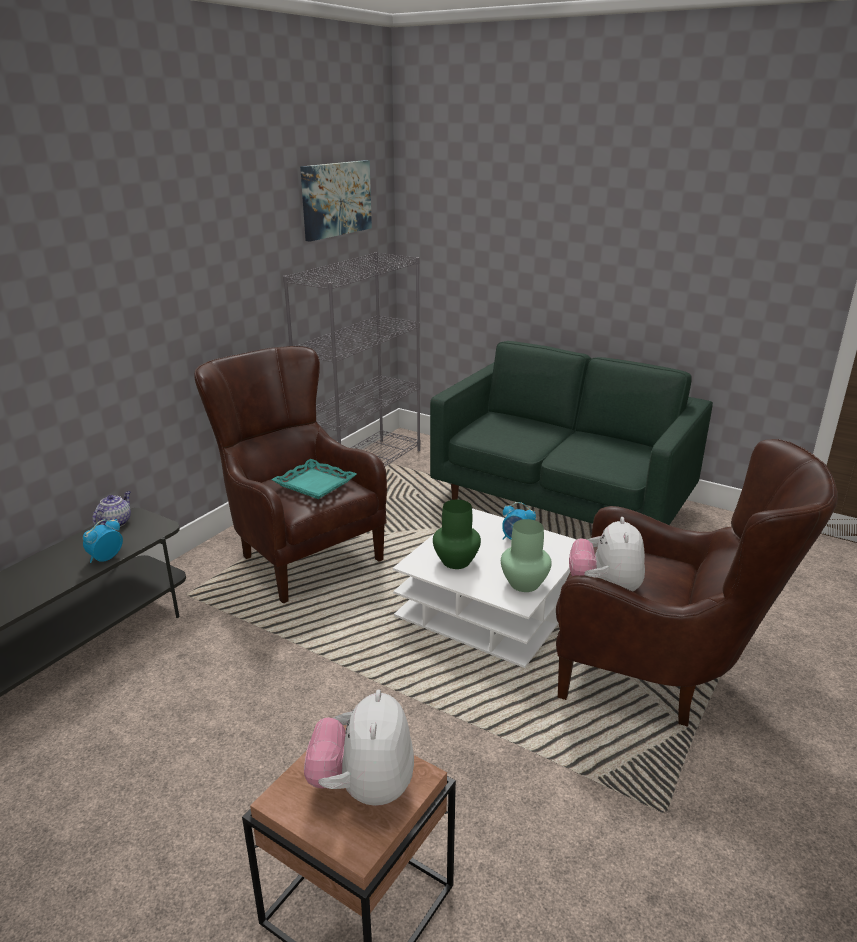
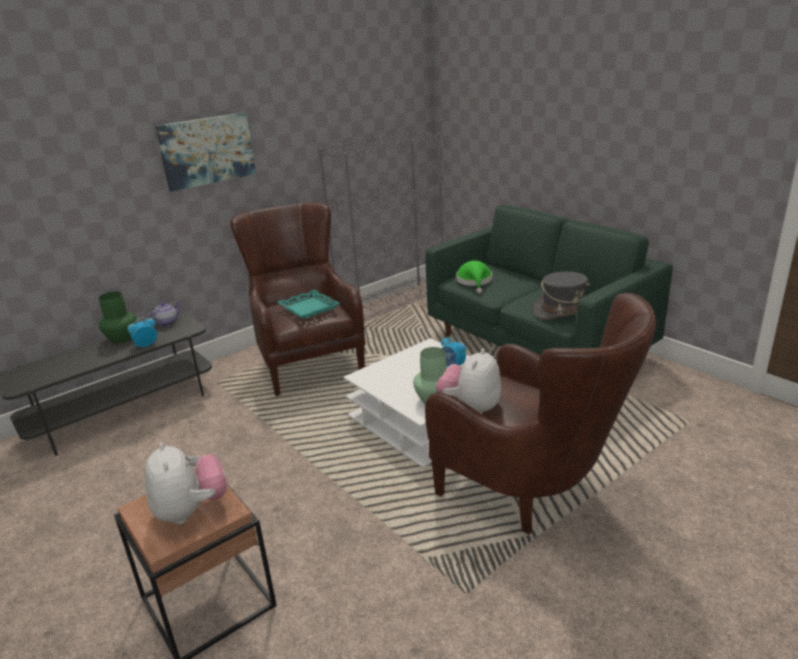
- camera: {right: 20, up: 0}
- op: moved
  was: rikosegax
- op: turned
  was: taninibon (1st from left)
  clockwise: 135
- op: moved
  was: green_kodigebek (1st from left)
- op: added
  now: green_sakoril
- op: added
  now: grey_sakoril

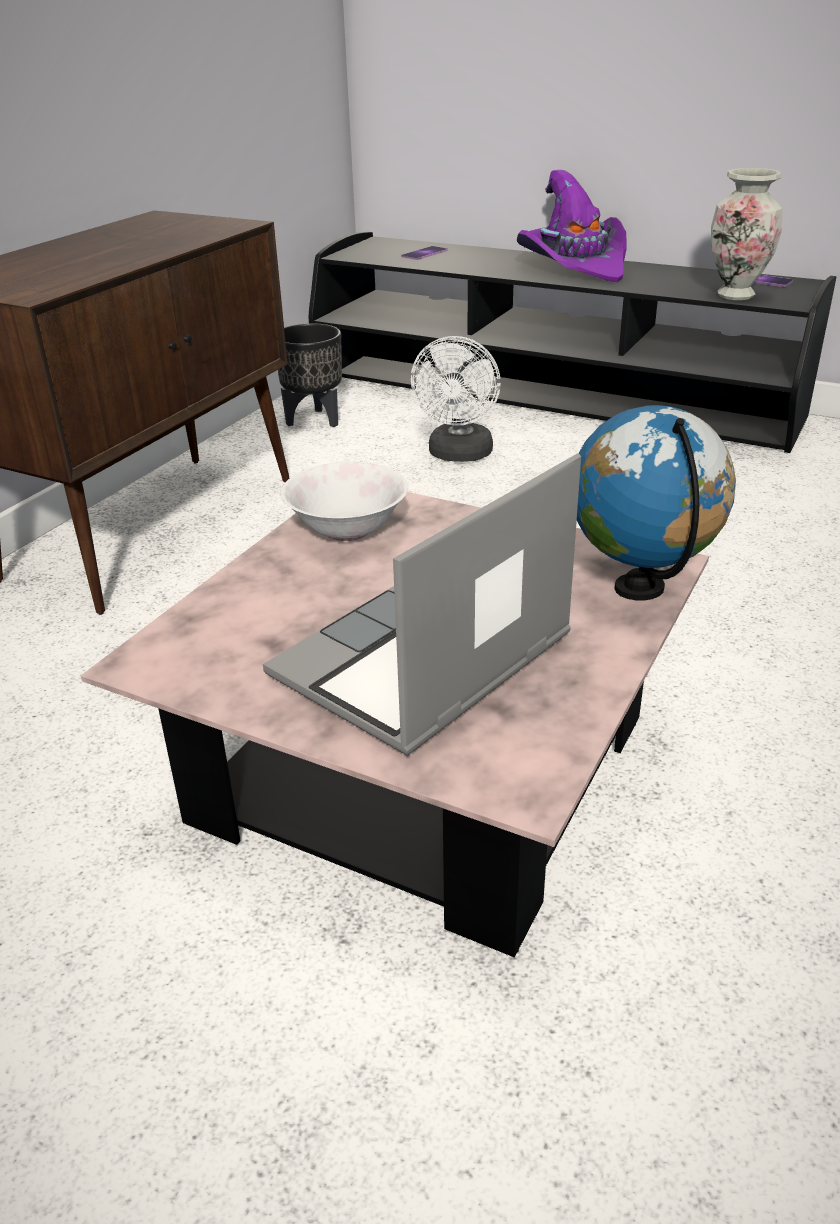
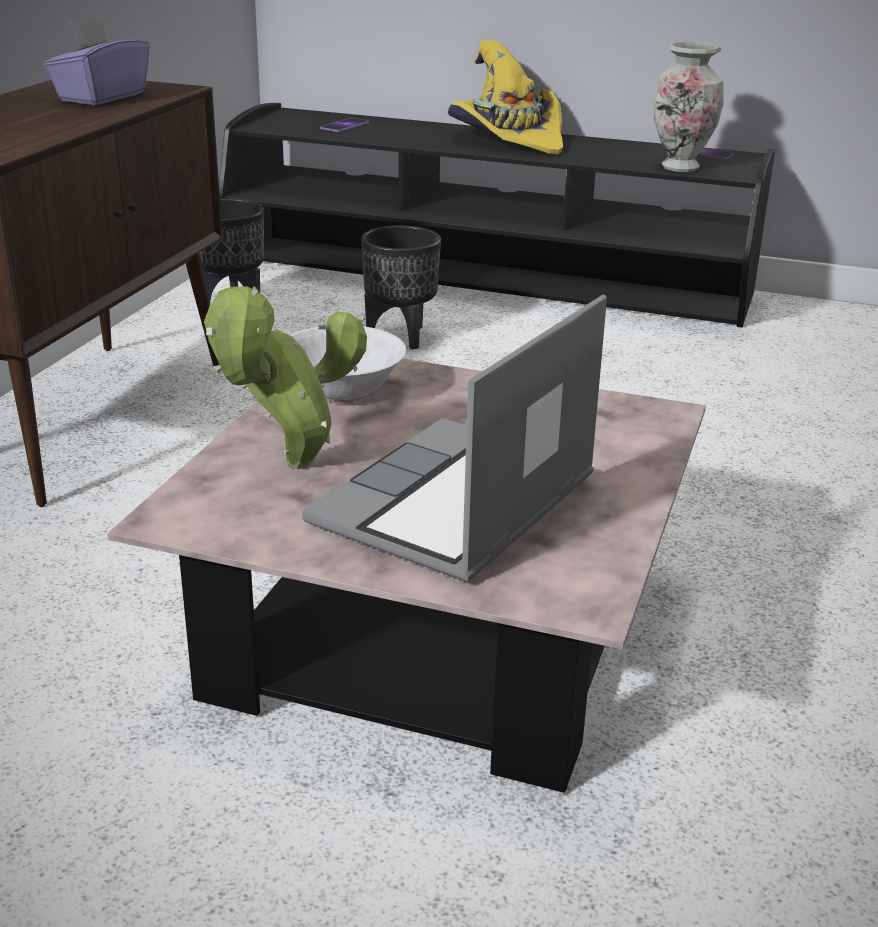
- camera: {right: -10, up: -5}
- op: replaced
  was: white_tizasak
  now: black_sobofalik (2nd from left)
- op: recoloured
  was: purple_sakoril
  now: yellow_sakoril
- op: removed
  was: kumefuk
- op: added
  now: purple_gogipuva
- op: added
  now: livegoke

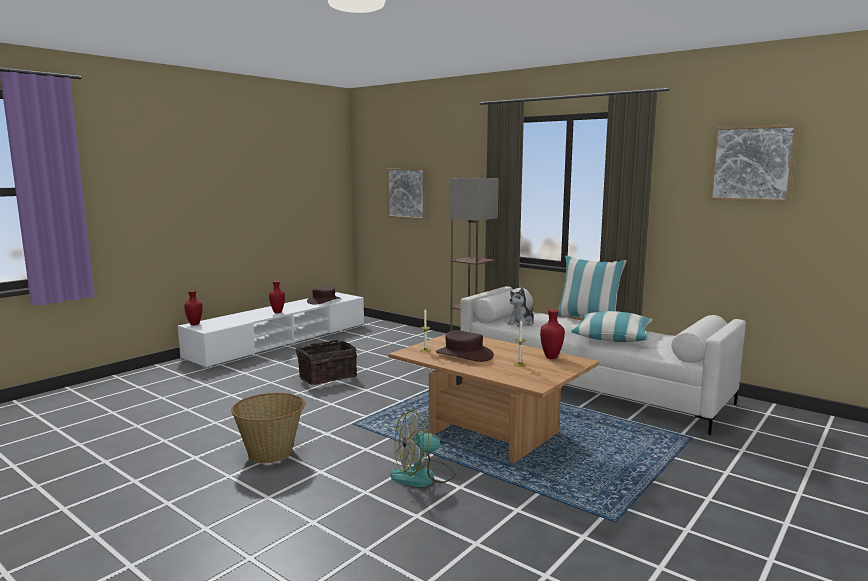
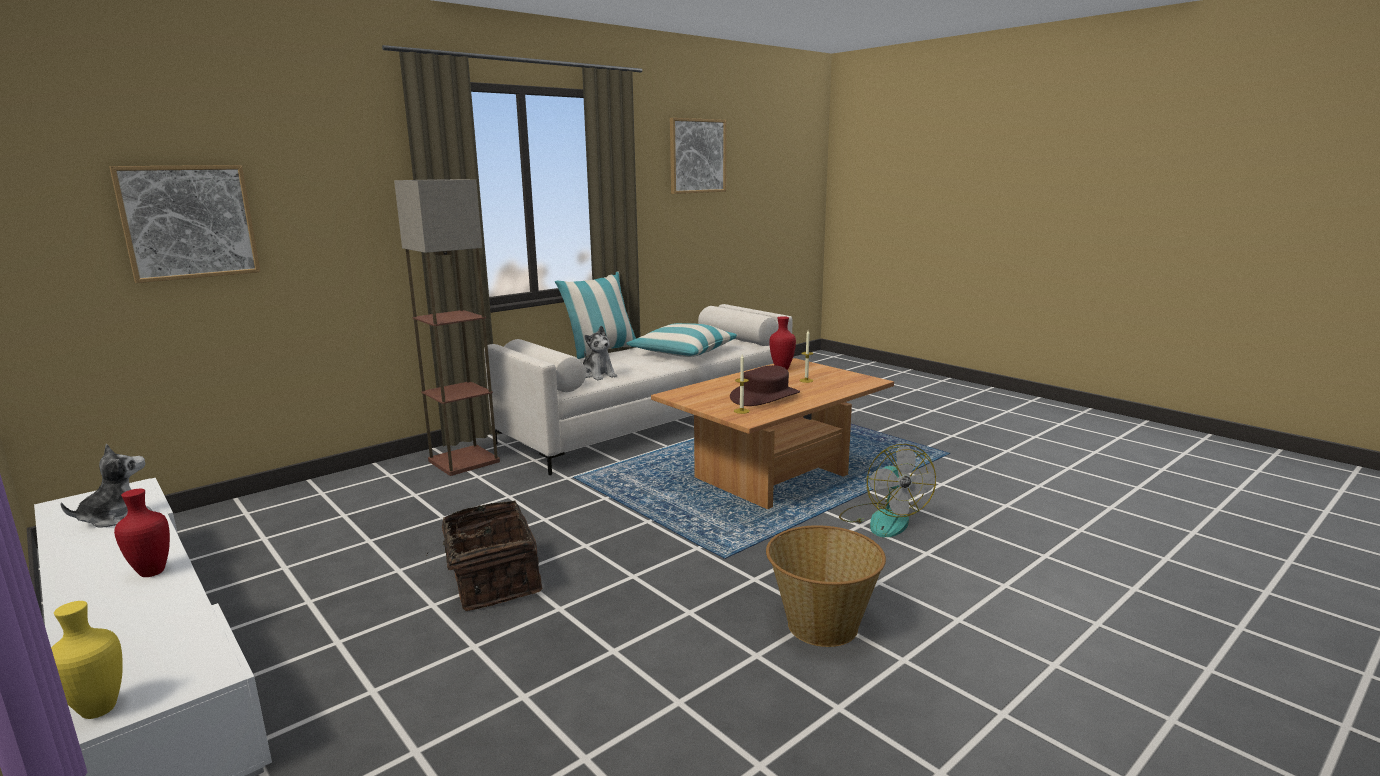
- camera: {right: -80, up: 5}
- op: recoloured
  was: red_kodigebek (1st from left)
  now: yellow_kodigebek
- op: replaced
  was: brown_sakoril (1st from left)
  now: taninibon (1st from left)

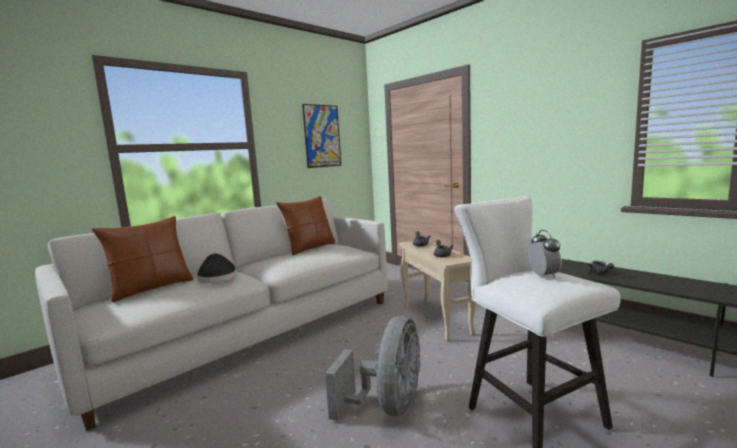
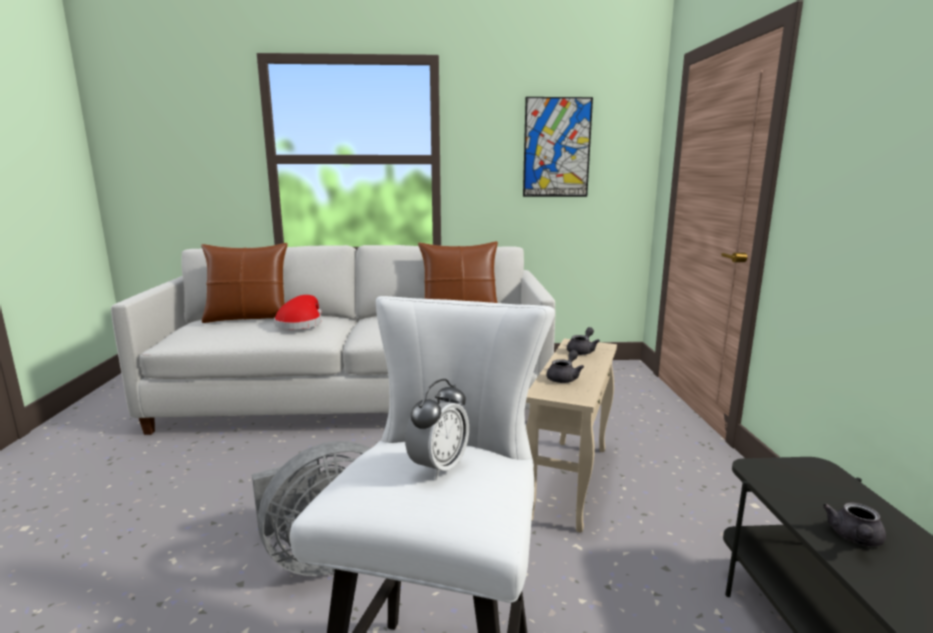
- camera: {right: 40, up: 5}
- op: recoloured
  was: black_sakoril
  now: red_sakoril

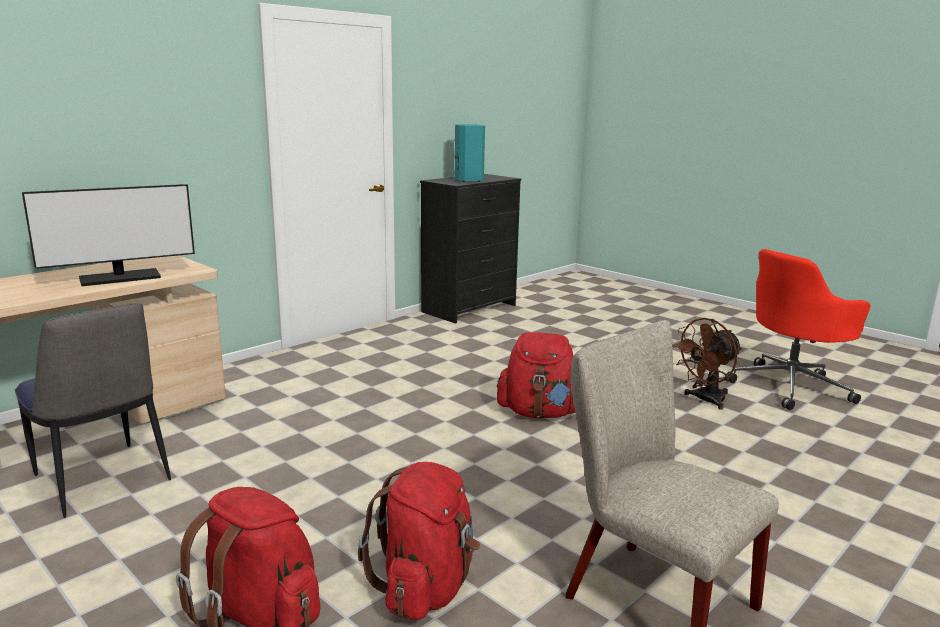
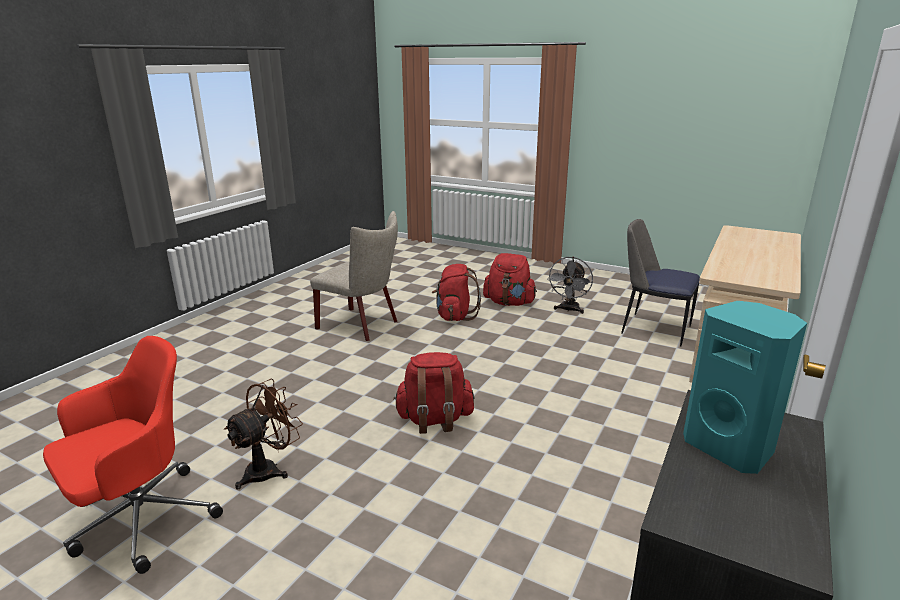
- camera: {right: 165, up: 5}
- op: removed
  was: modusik
- op: added
  now: grey_tizasak

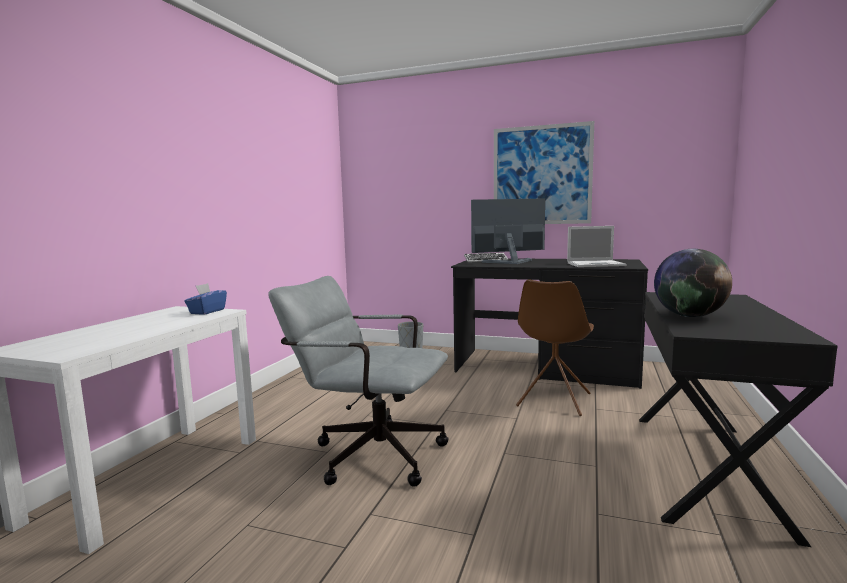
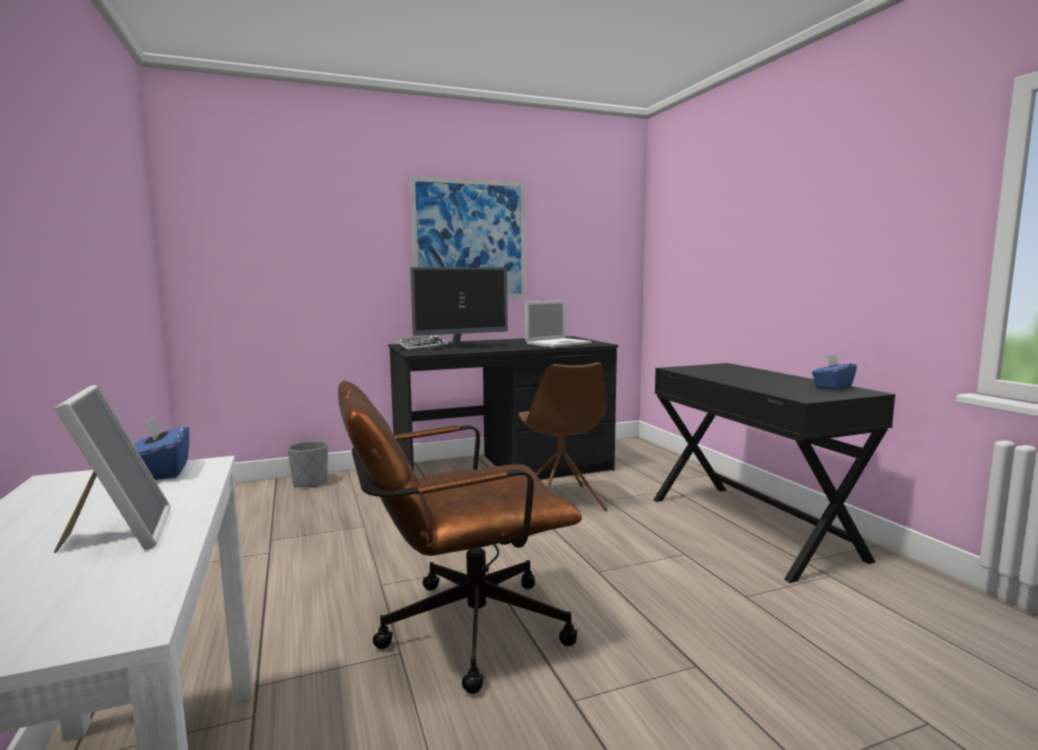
- camera: {right: -40, up: 0}
- op: recoloured
  was: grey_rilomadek
  now: brown_rilomadek
- op: turned
  was: modusik
  clockwise: -150
- op: removed
  was: kumefuk
- op: added
  now: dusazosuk
- op: added
  now: blue_gogipuva (2nd from left)

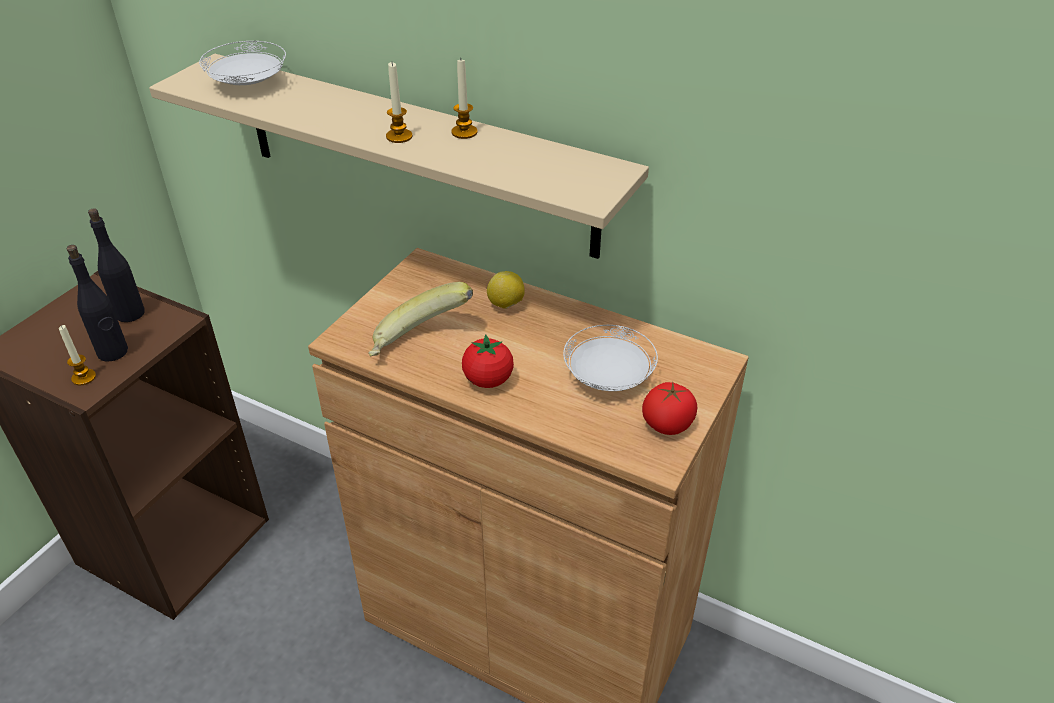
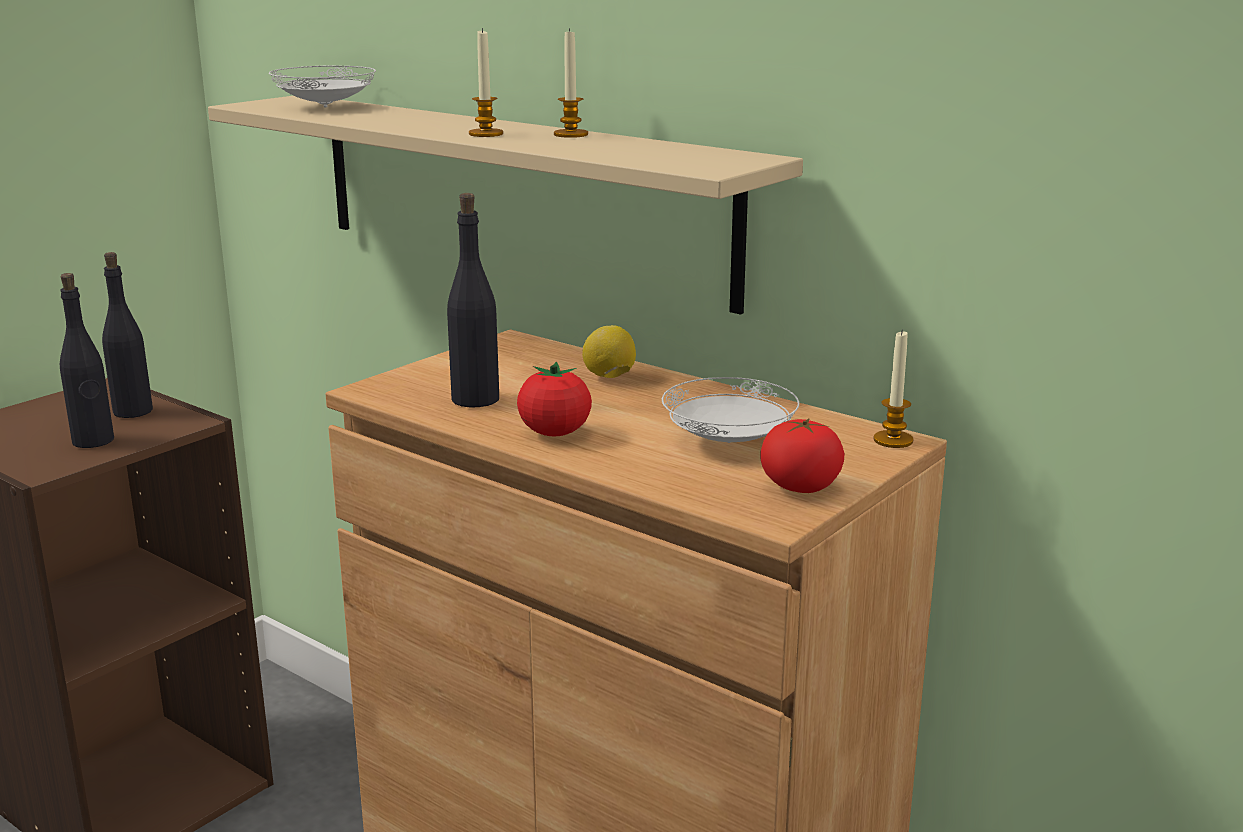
- camera: {right: 10, up: -20}
- op: moved
  was: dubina (1st from left in the first image)
  now: dubina (3rd from left)
- op: replaced
  was: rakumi
  now: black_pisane (3rd from left)

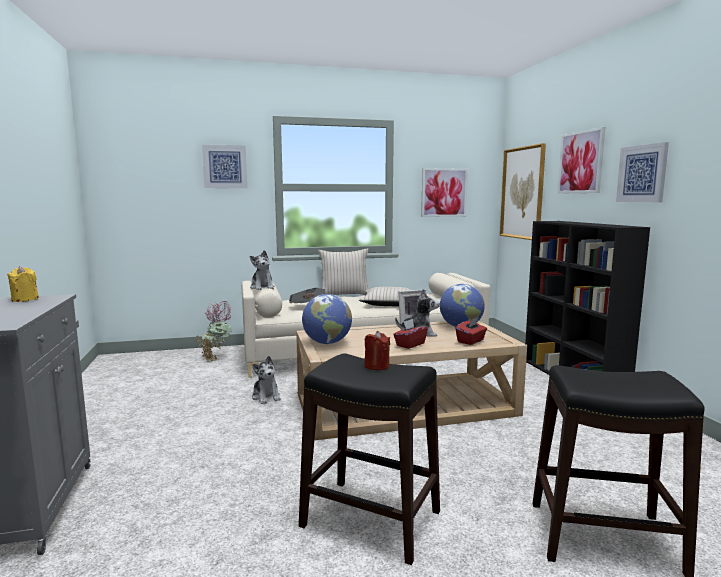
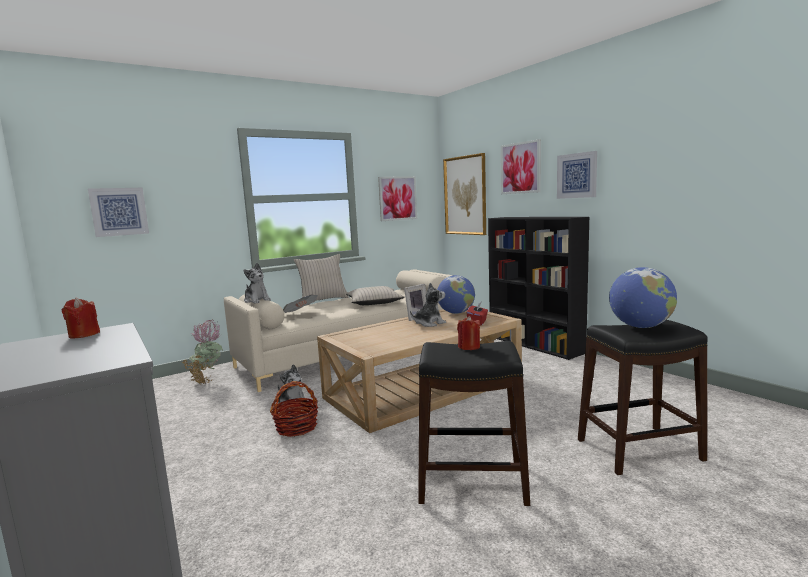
- camera: {right: -20, up: 0}
- op: recoloured
  was: yellow_dubina
  now: red_dubina (1st from left)
- op: moved
  was: rikosegax (1st from left)
- op: moved
  was: kumefuk (1st from left in the first image)
  now: kumefuk (2nd from left)
- op: removed
  was: red_gogipuva (1st from left)
- op: added
  now: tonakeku

